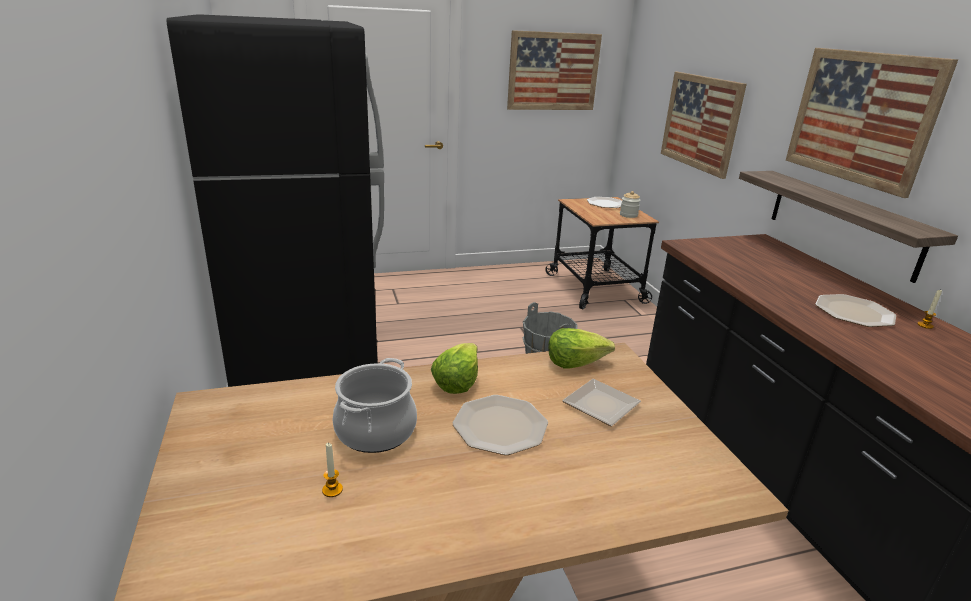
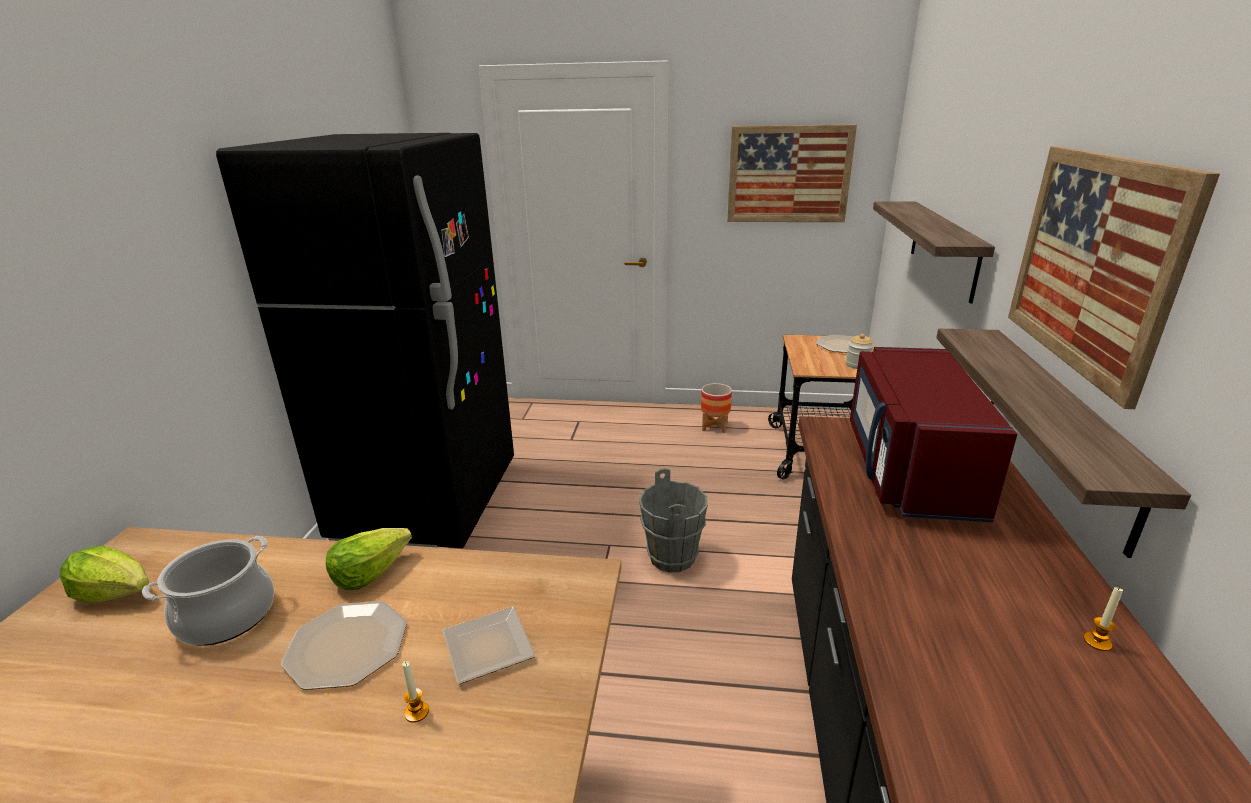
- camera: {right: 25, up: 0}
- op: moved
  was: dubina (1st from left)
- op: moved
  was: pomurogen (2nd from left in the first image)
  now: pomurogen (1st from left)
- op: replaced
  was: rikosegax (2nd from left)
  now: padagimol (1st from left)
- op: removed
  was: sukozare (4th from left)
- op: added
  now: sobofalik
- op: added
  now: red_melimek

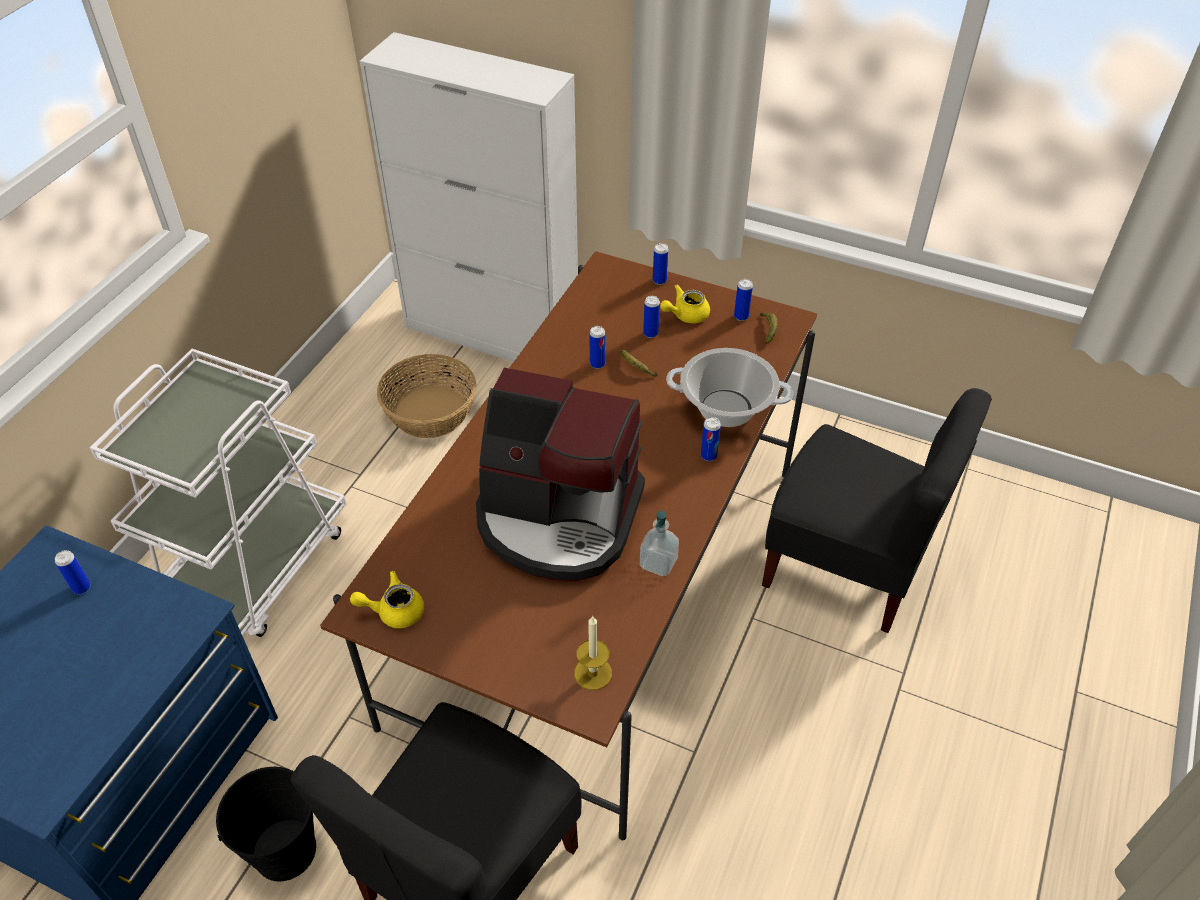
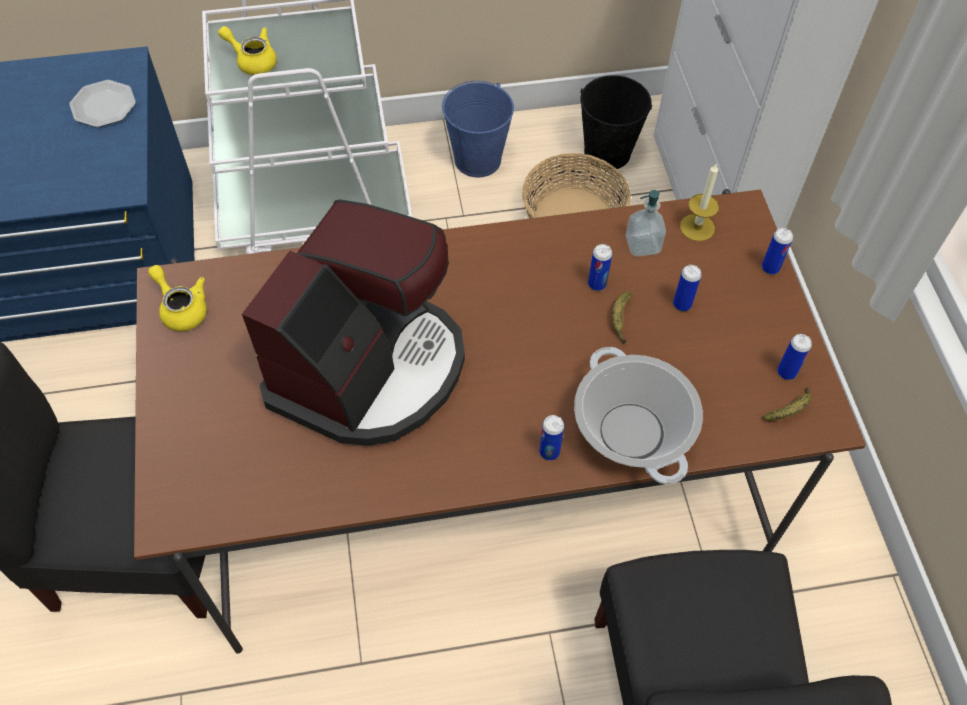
- camera: {right: 55, up: 10}
- op: replaced
  was: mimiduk (1st from left)
  now: sukozare
- op: moved
  was: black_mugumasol
- op: turned
  was: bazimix
  clockwise: -135
- op: moved
  was: dubina
- op: moved
  was: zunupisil
- op: moved
  was: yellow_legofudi (2nd from left)
- op: added
  now: blue_mugumasol

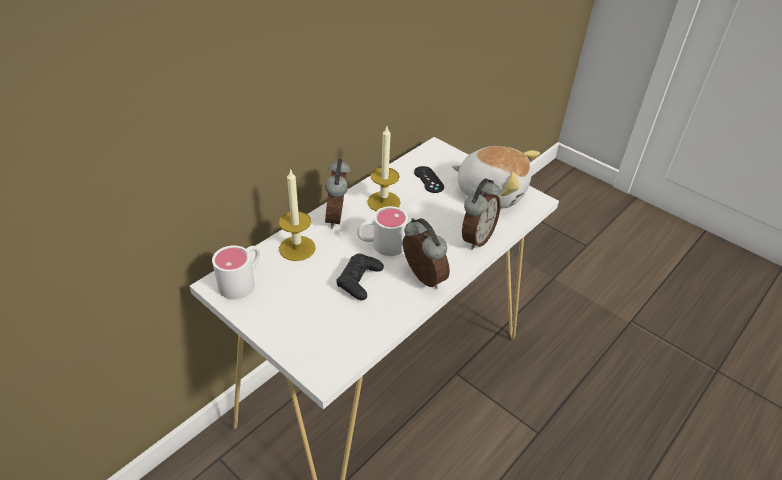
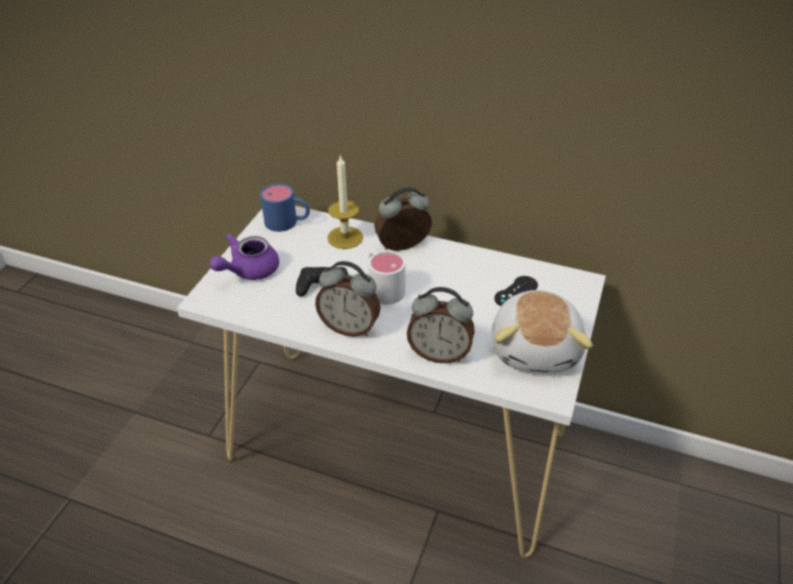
- camera: {right: 70, up: 0}
- op: recoloured
  was: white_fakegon (1st from left)
  now: blue_fakegon
- op: removed
  was: dubina (2nd from left)
- op: turned
  was: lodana (2nd from left in the first image)
  clockwise: 75
- op: added
  now: purple_legofudi

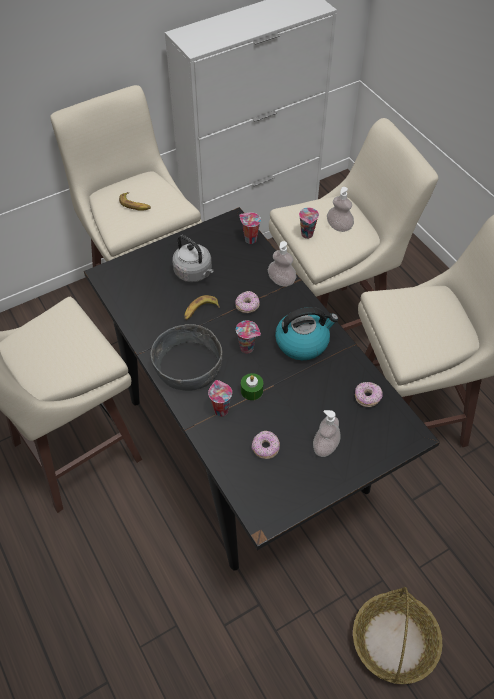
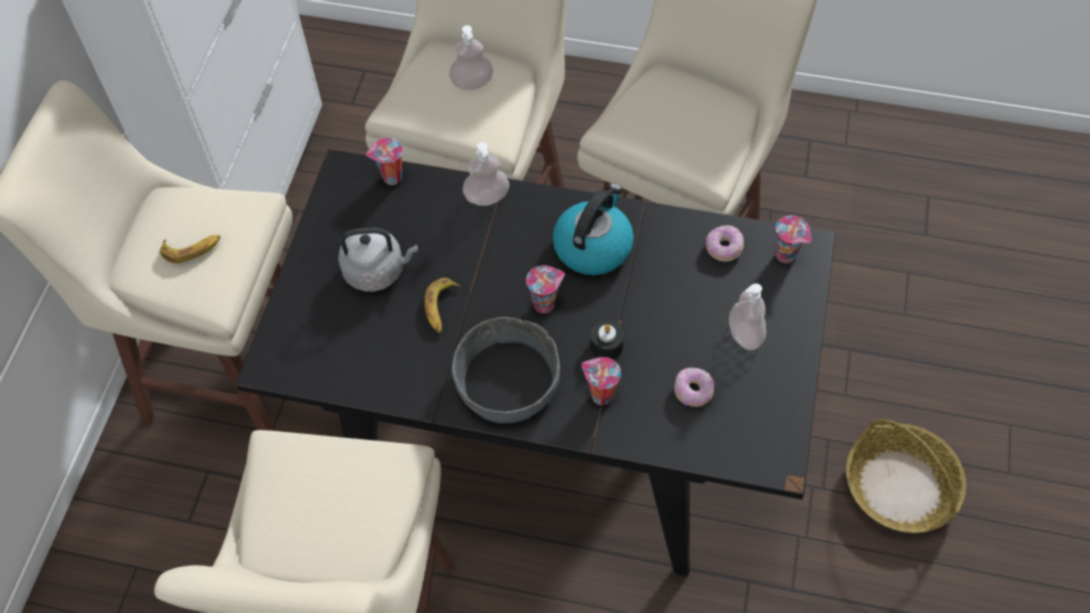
- camera: {right: -45, up: 5}
- op: removed
  was: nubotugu (1st from left)
- op: recoloured
  was: green_dubina
  now: black_dubina
- op: moved
  was: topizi (4th from left)

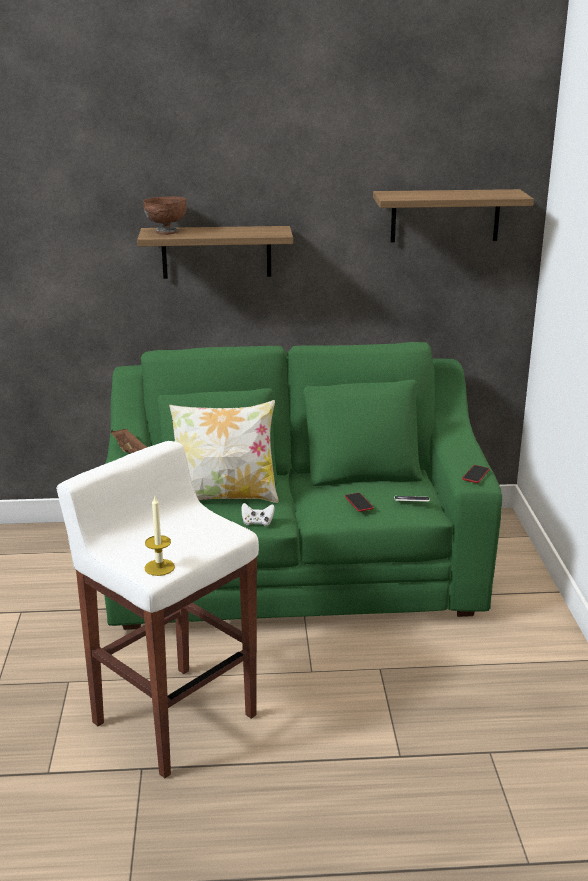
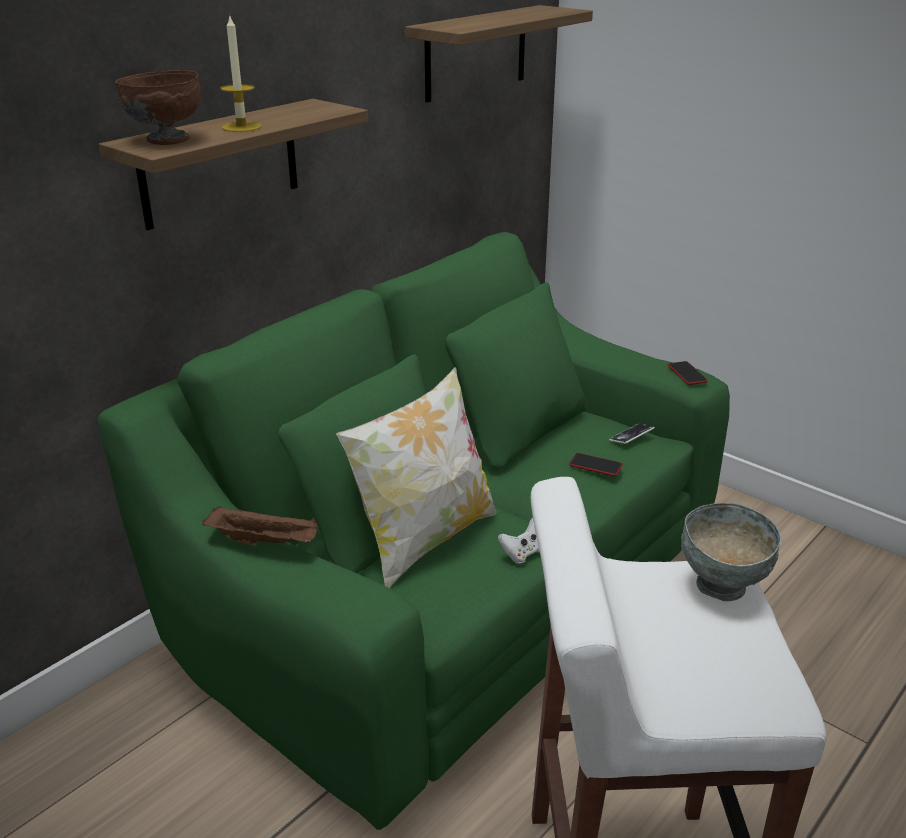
- camera: {right: -45, up: 5}
- op: moved
  was: dubina
- op: added
  now: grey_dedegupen

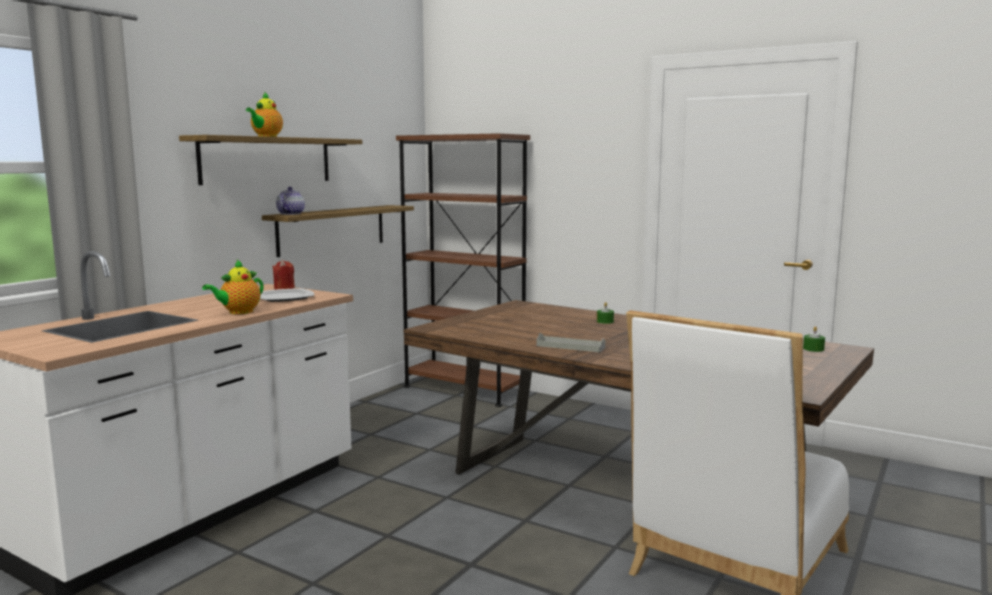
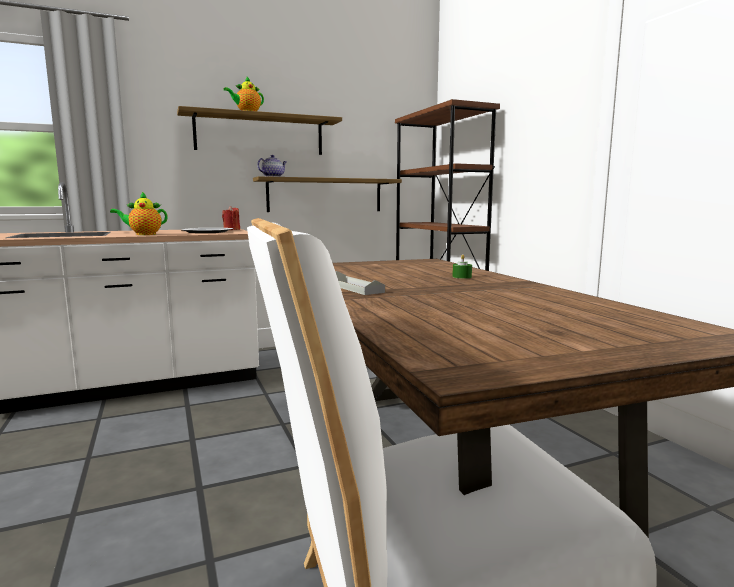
- camera: {right: 35, up: 0}
- op: removed
  was: green_dubina (2nd from left)

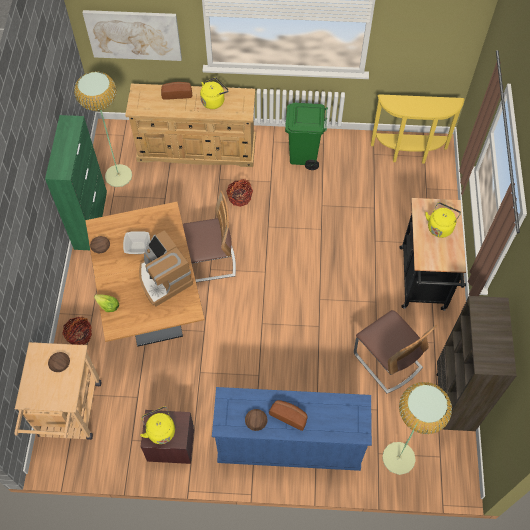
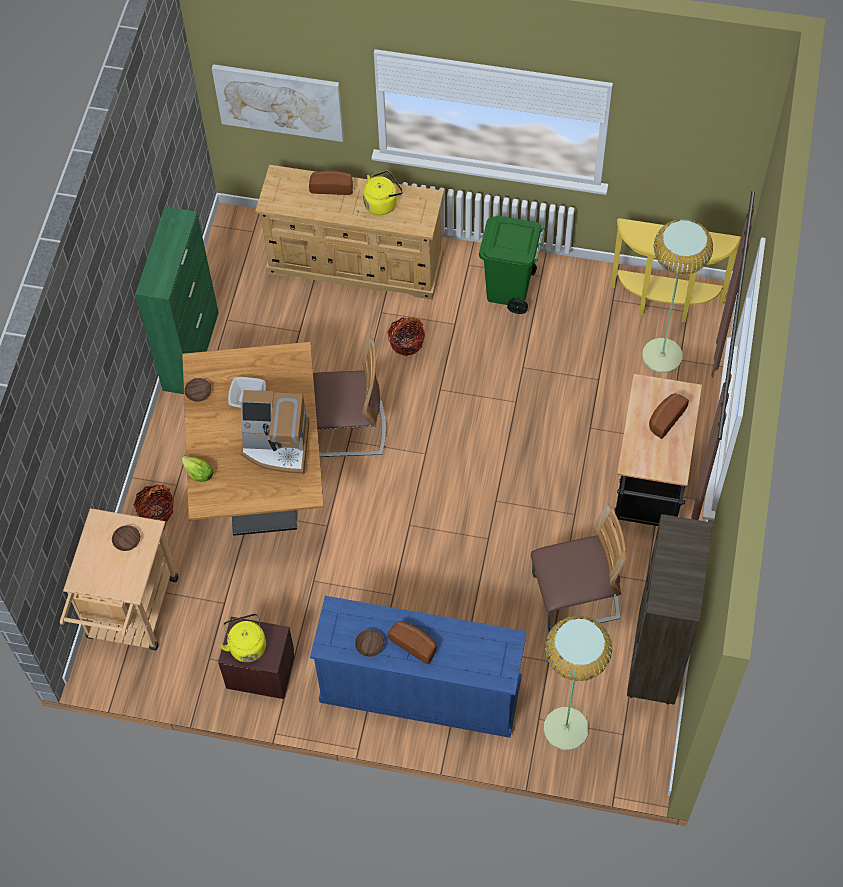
- camera: {right: 10, up: 0}
- op: moved
  was: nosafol (1st from left in the first image)
  now: nosafol (2nd from left)
- op: turned
  was: bazimix
  clockwise: -60
- op: turned
  was: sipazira (2nd from left)
  clockwise: -75
- op: replaced
  was: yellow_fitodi (3rd from left)
  now: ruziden (3rd from left)

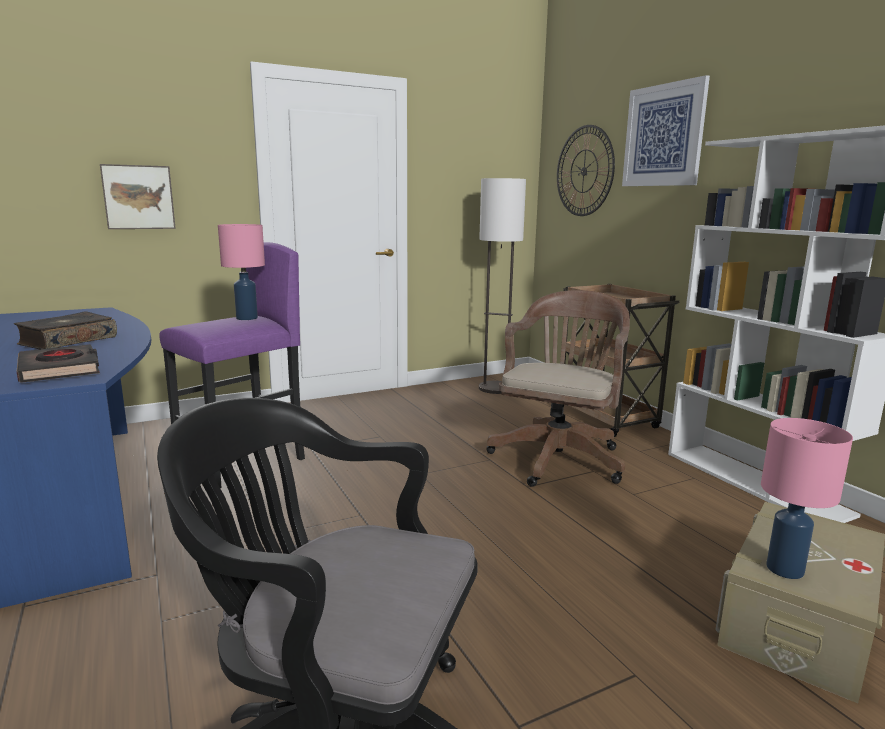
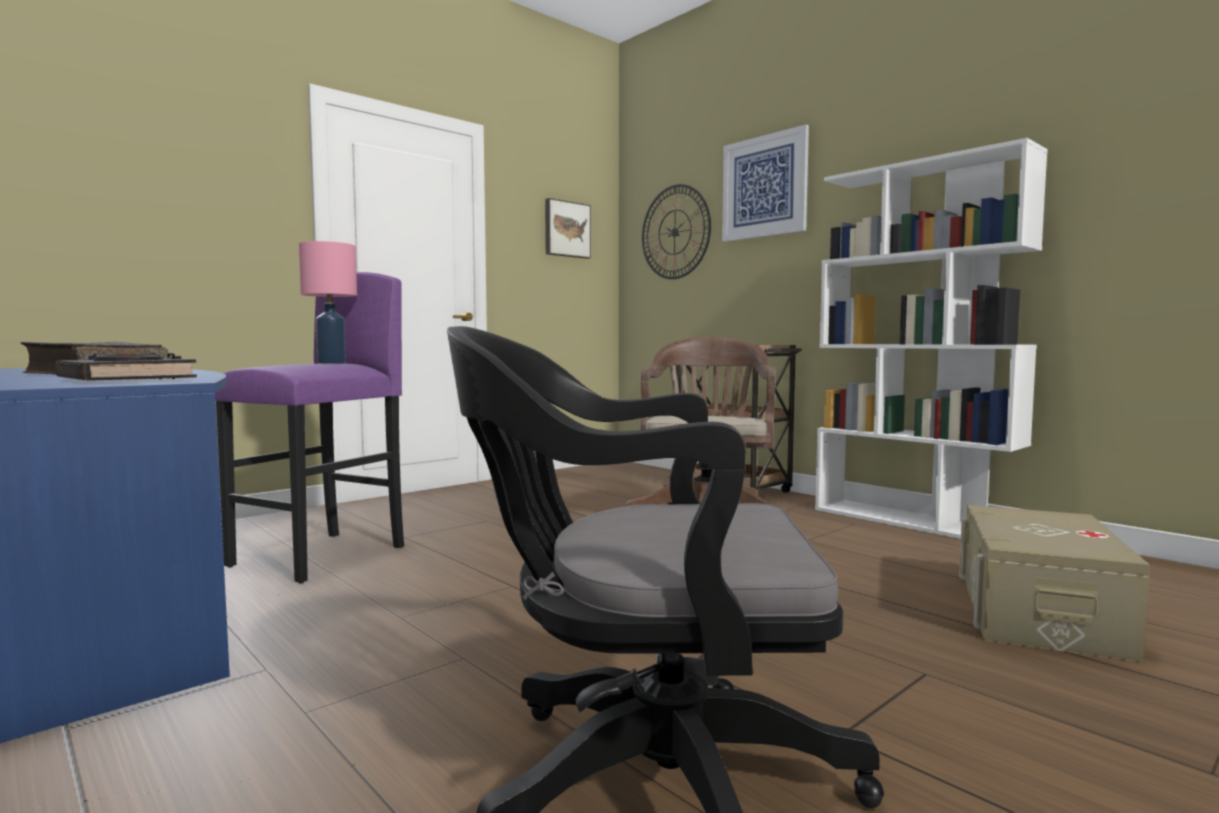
- camera: {right: -15, up: -10}
- op: moved
  was: rikosegax (1st from left)
- op: removed
  was: nosafol
- op: removed
  was: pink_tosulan (2nd from left)

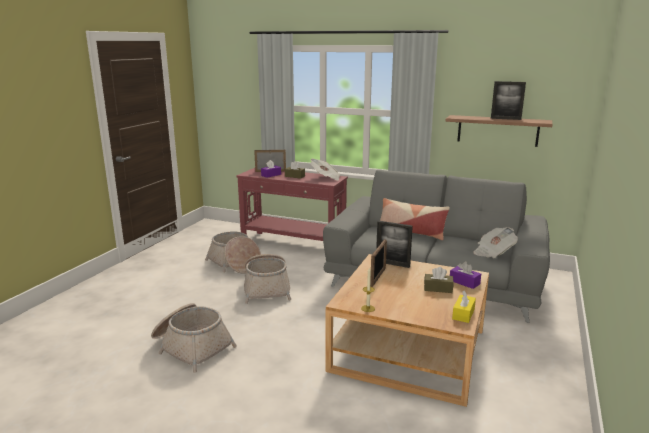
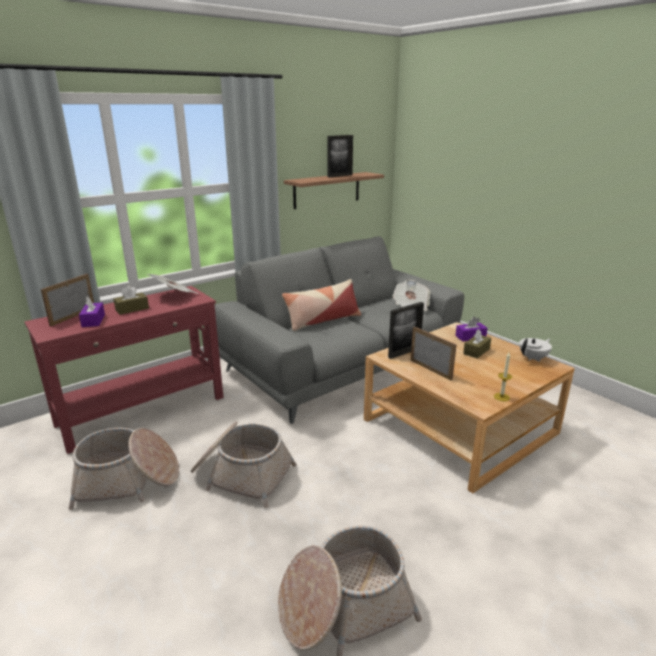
- camera: {right: -60, up: 5}
- op: replaced
  was: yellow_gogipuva
  now: white_legofudi

